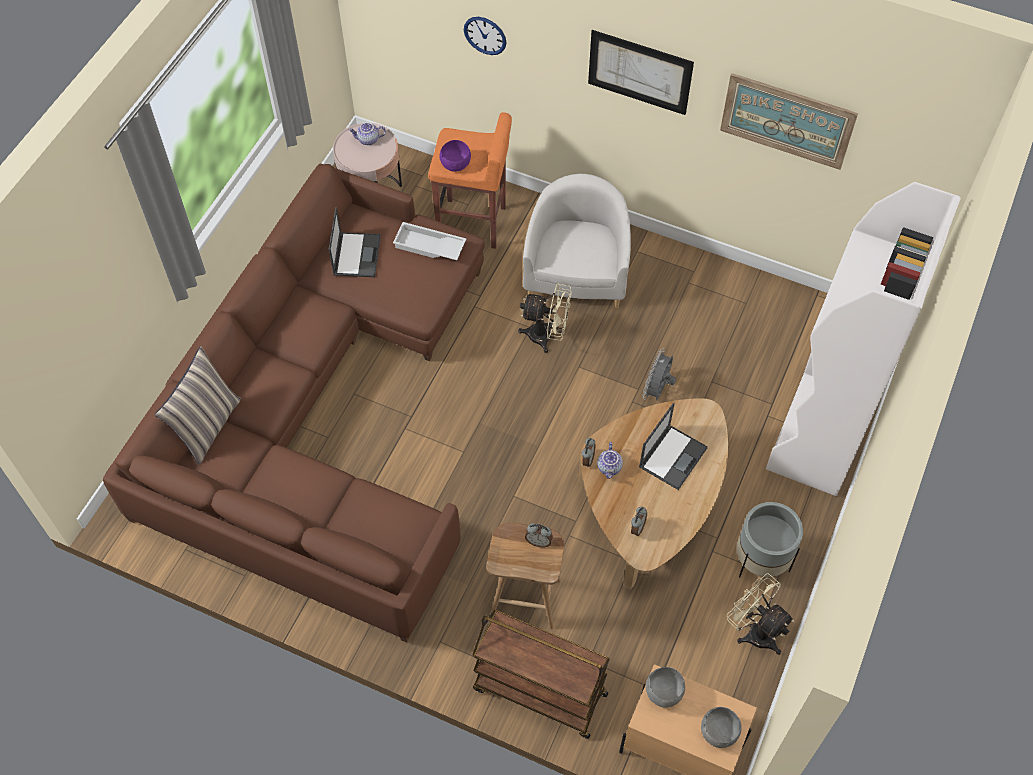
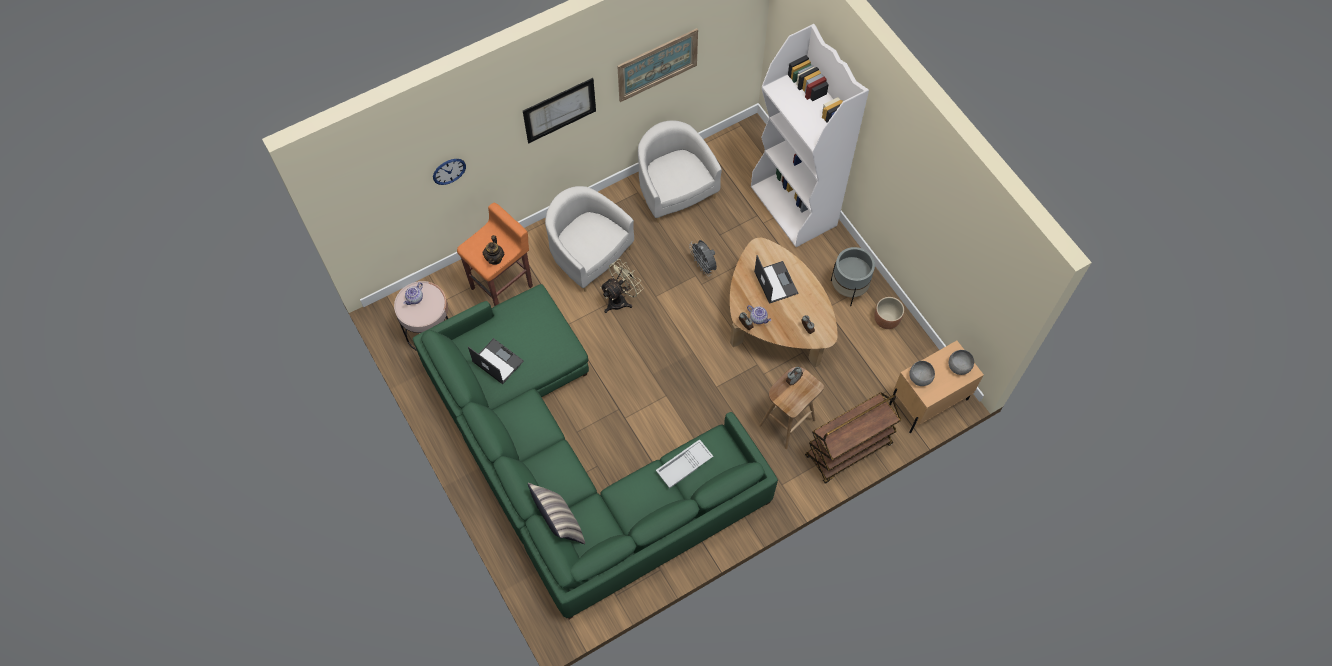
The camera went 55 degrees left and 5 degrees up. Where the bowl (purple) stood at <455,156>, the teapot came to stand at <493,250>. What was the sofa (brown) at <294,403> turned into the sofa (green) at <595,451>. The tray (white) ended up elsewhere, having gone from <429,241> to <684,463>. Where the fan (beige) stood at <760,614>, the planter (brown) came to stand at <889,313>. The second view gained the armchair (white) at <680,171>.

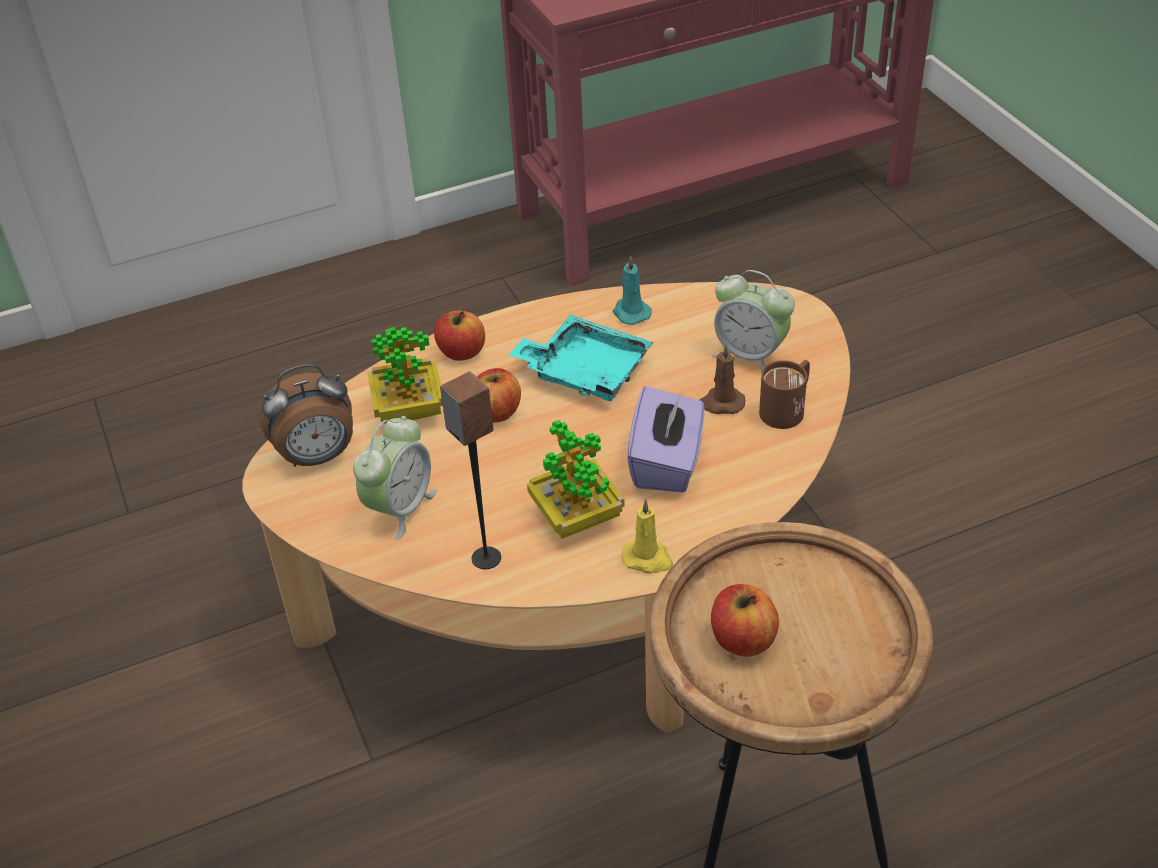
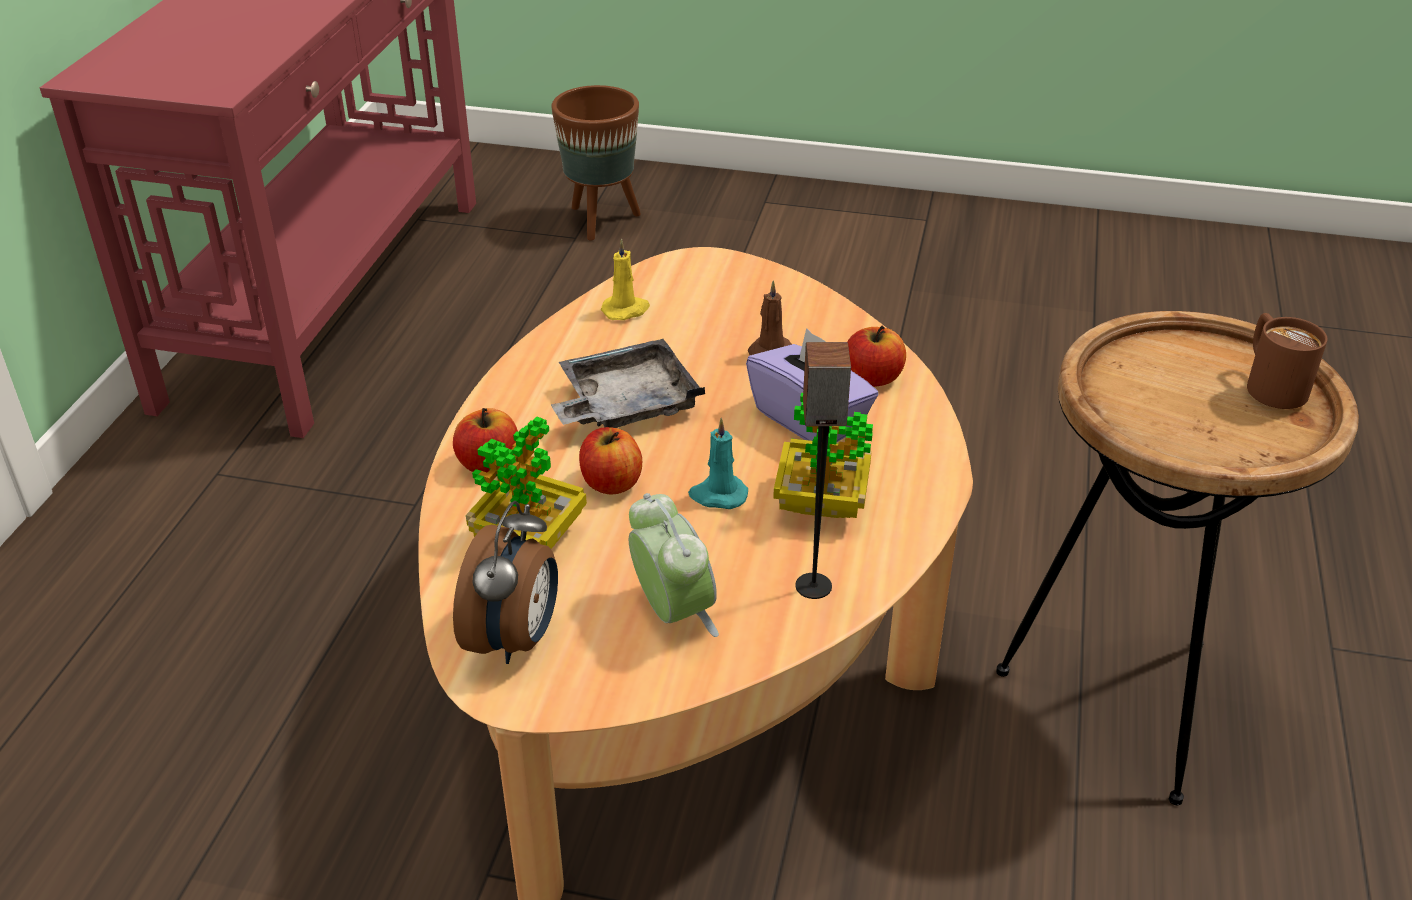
The camera went 55 degrees left and 5 degrees down. The candle (turquoise) ended up elsewhere, having gone from <632,290> to <718,463>. The second view lost the alarm clock at <753,321>. What was the tray (turquoise) at <581,358> turned into the tray (grey) at <628,383>. The mug (brown) ended up elsewhere, having gone from <784,394> to <1287,361>. The candle (yellow) ended up elsewhere, having gone from <647,536> to <625,279>. The apple ended up elsewhere, having gone from <745,620> to <876,356>. The second view gained the planter (brown) at <596,163>.

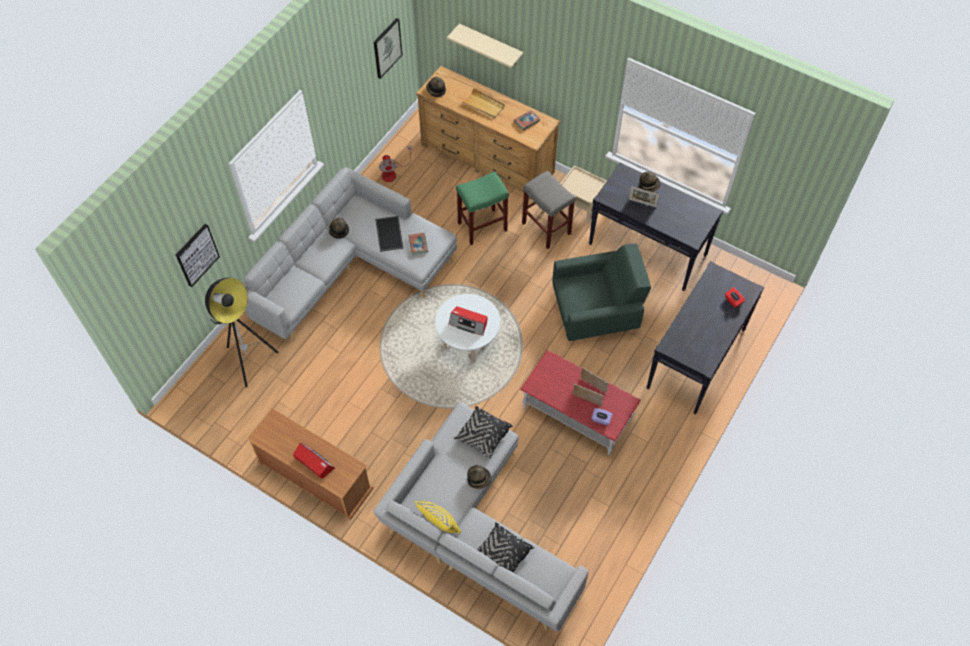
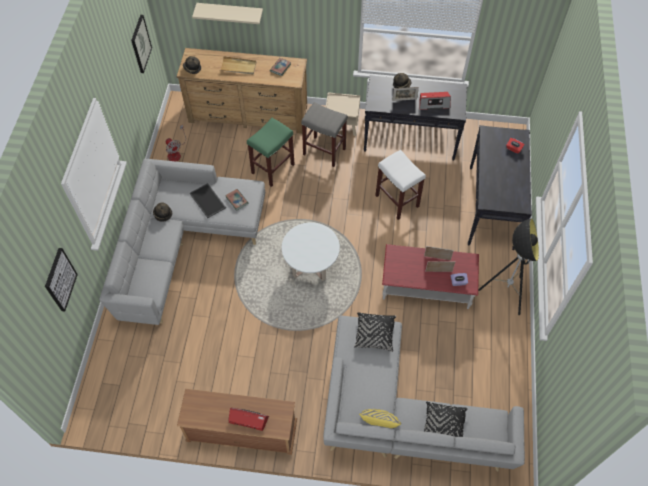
The camera went 25 degrees left and 0 degrees up. Where the armchair (green) stood at <601,292>, the stool (white) came to stand at <400,185>. The floor lamp ended up elsewhere, having gone from <241,333> to <508,267>. The radio ended up elsewhere, having gone from <468,321> to <435,101>. The second view lost the hat at <479,477>.

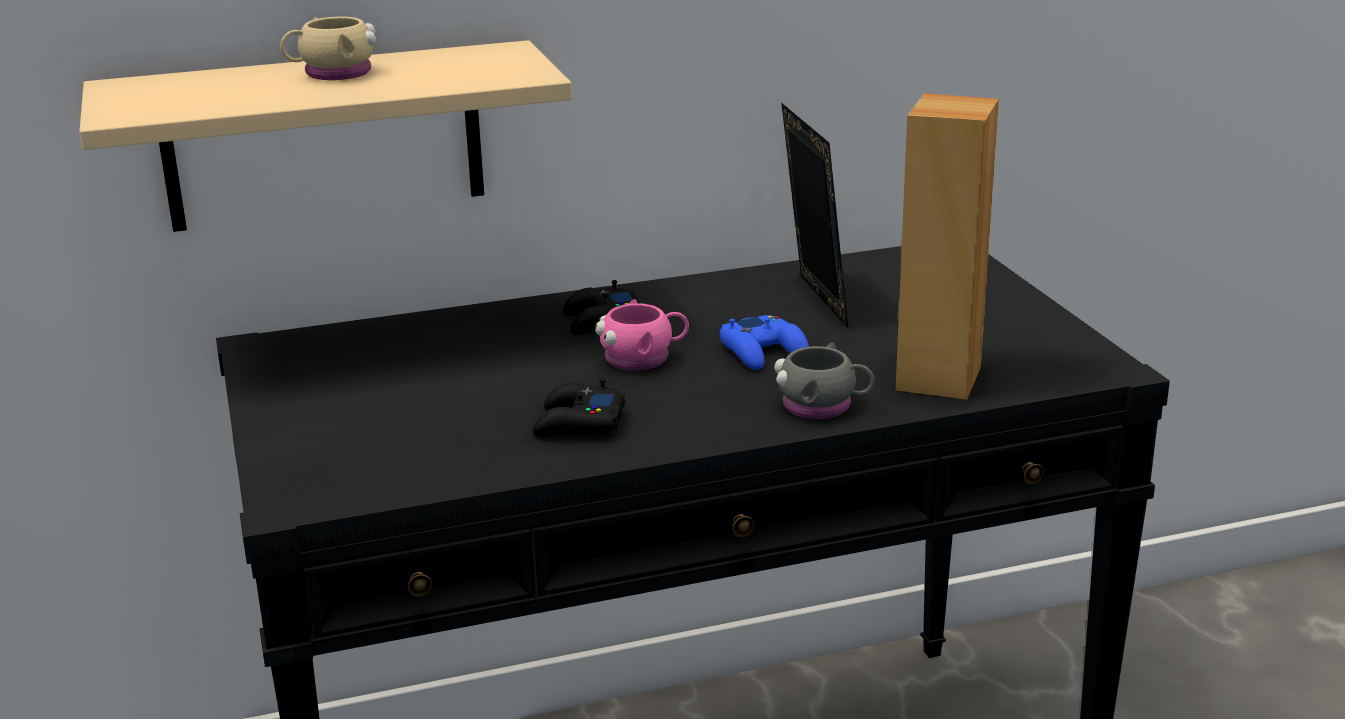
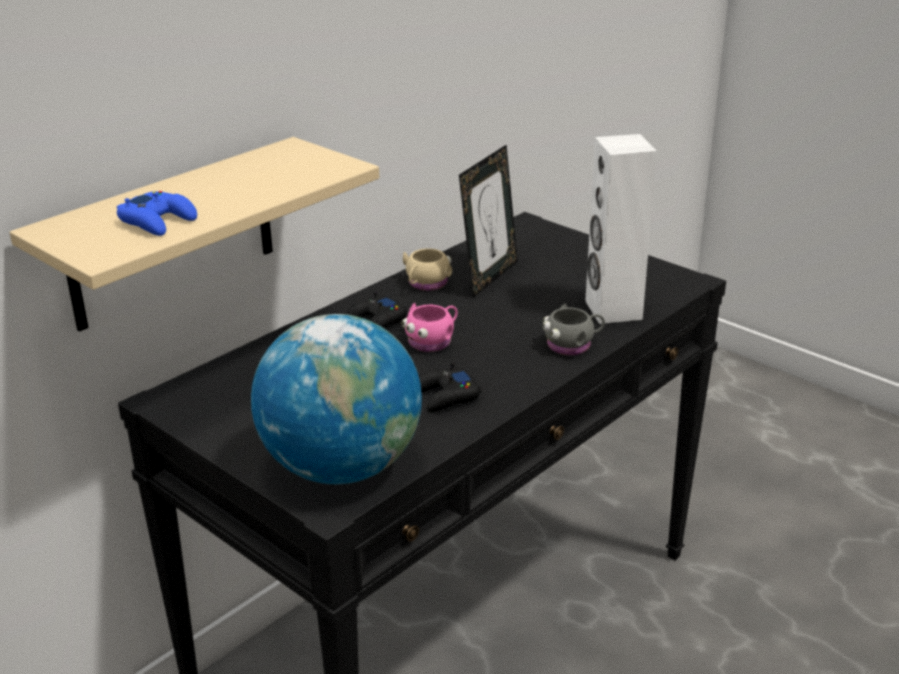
The camera went 30 degrees left and 5 degrees up. The mug (beige) ended up elsewhere, having gone from <328,48> to <427,269>. What was the speaker (brown) at <947,247> turned into the speaker (white) at <621,229>. The picture frame at <814,215> ended up facing another way, 75 degrees clockwise from before. The game controller (blue) ended up elsewhere, having gone from <764,342> to <157,213>. The second view gained the globe at <336,399>.

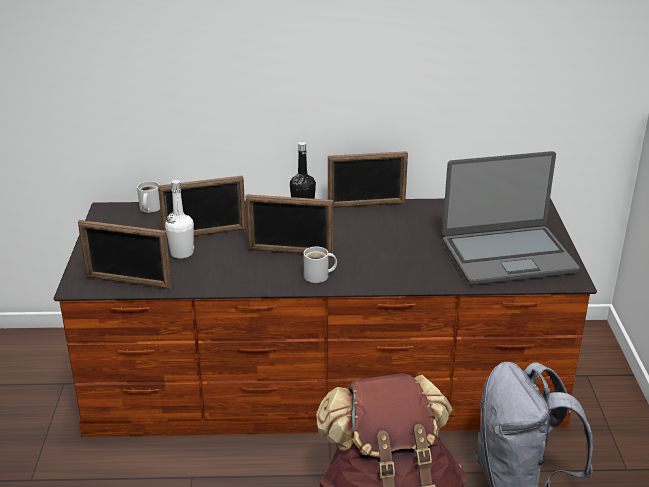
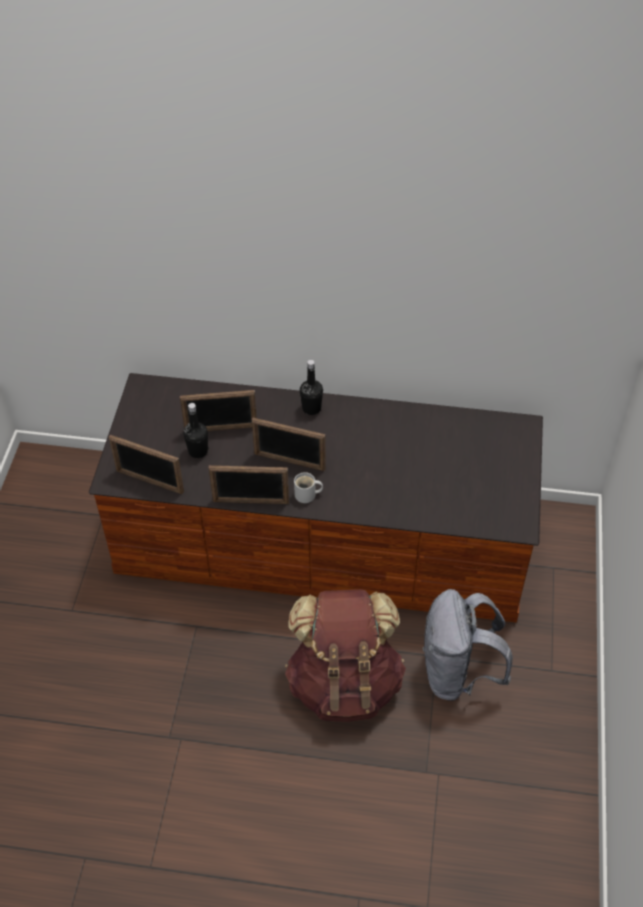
The camera went 10 degrees right and 20 degrees up. The picture frame ended up elsewhere, having gone from <368,179> to <249,484>. The second view lost the laptop at <511,218>. What was the bottle (white) at <179,219> turned into the bottle (black) at <196,430>. The second view lost the mug (white) at <148,197>.

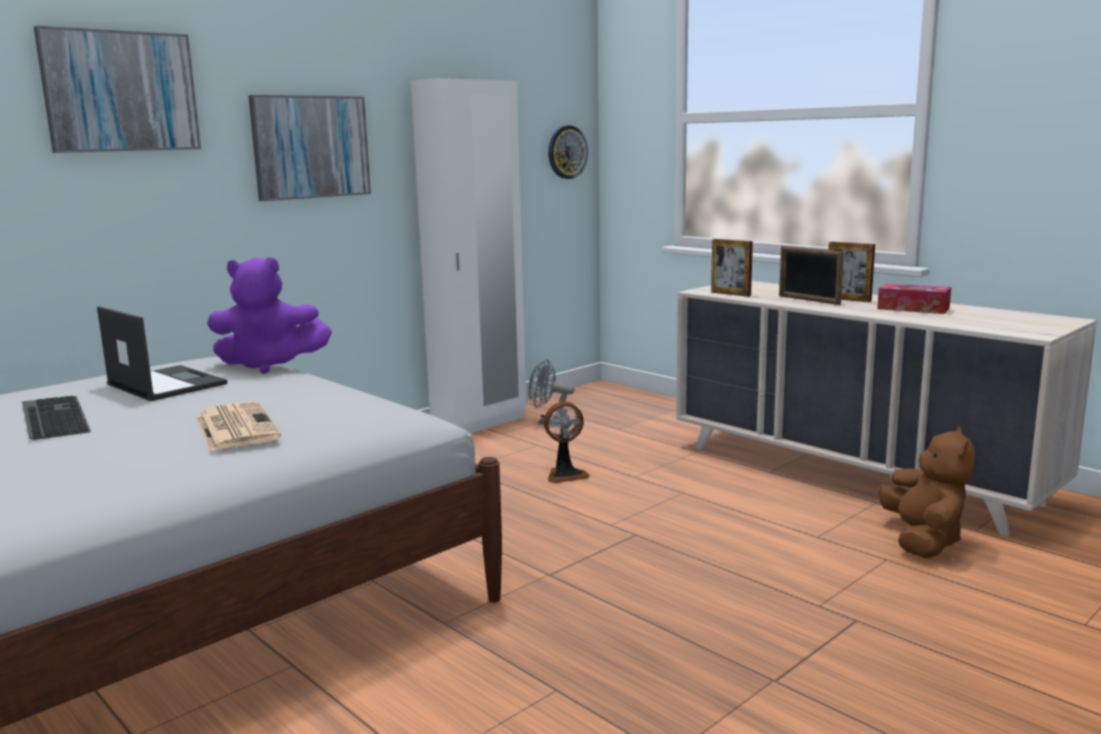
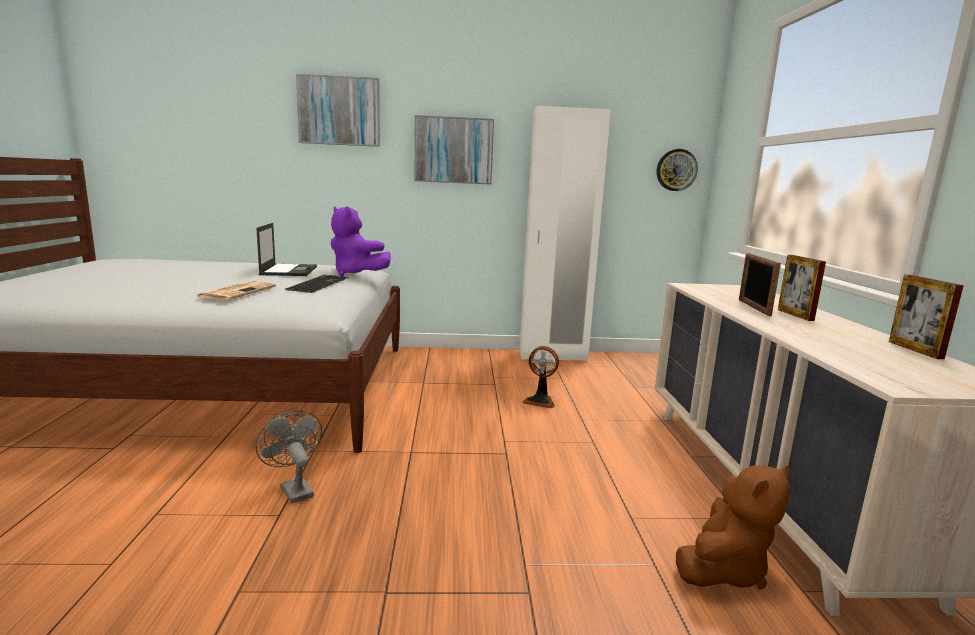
The camera went 40 degrees right and 0 degrees up. The picture frame ended up elsewhere, having gone from <732,268> to <926,317>. The second view lost the tissue box at <914,298>. The fan (grey) ended up elsewhere, having gone from <551,391> to <288,456>. The keyboard ended up elsewhere, having gone from <56,418> to <316,284>.

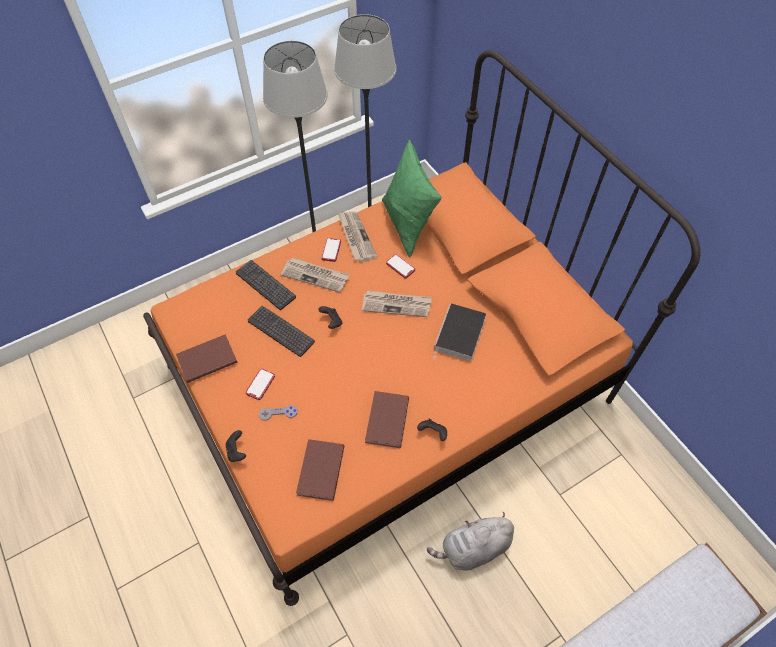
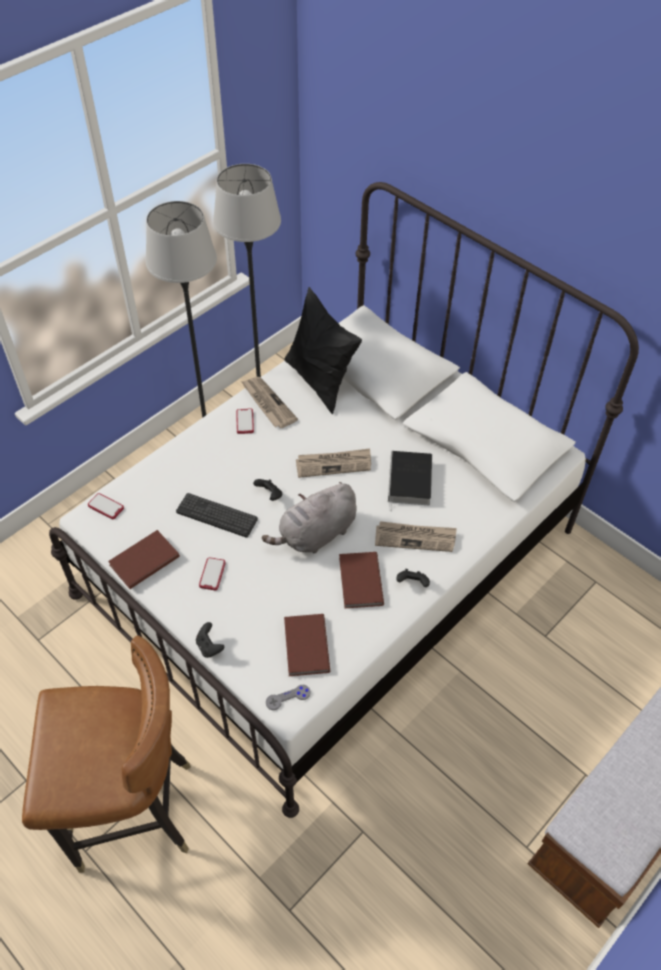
The camera went 15 degrees left and 5 degrees down. What was the bed (orange) at <422,328> turned into the bed (white) at <344,500>. What was the pillow (green) at <412,198> turned into the pillow (black) at <323,350>. The phone ended up elsewhere, having gone from <400,266> to <106,506>. The newspaper ended up elsewhere, having gone from <315,275> to <416,536>. The second view lost the keyboard at <266,285>. The game controller (grey) ended up elsewhere, having gone from <278,413> to <288,697>. The plush toy (grey) ended up elsewhere, having gone from <470,541> to <309,517>. The second view gained the chair (brown) at <106,754>.

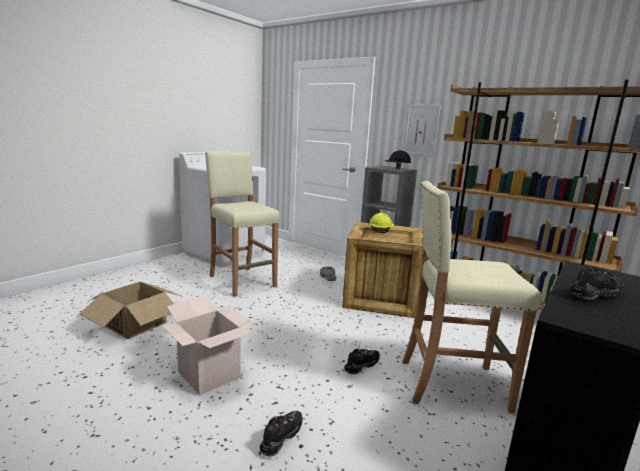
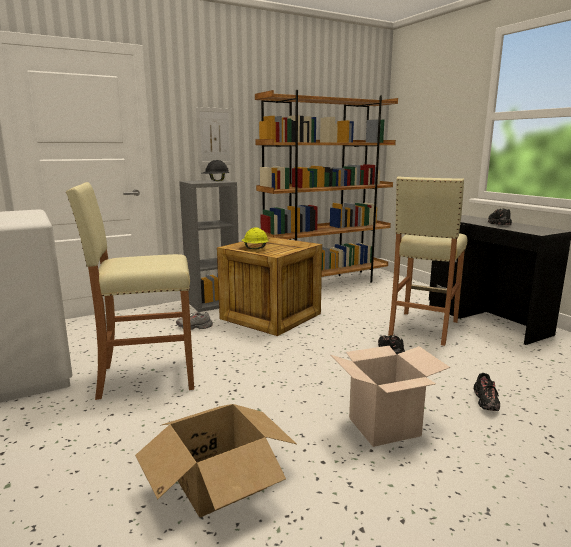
The camera went 65 degrees left and 0 degrees up. The shoe (black) at <281,434> ended up facing another way, 135 degrees counterclockwise from before.

